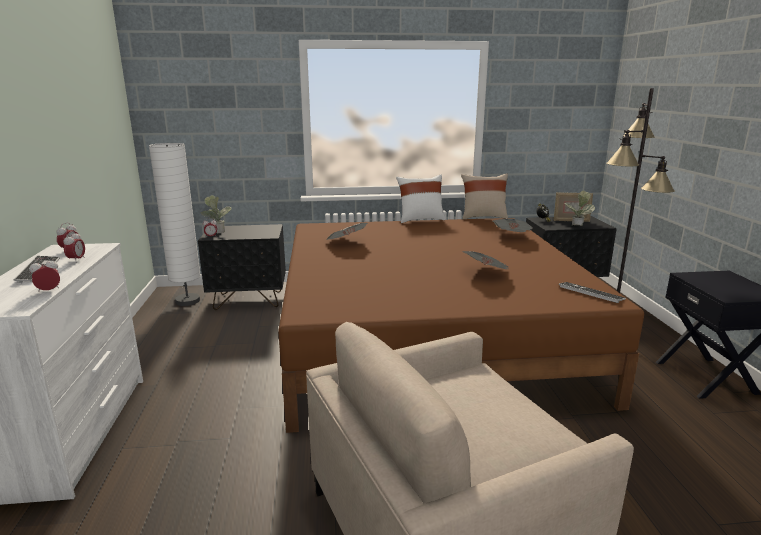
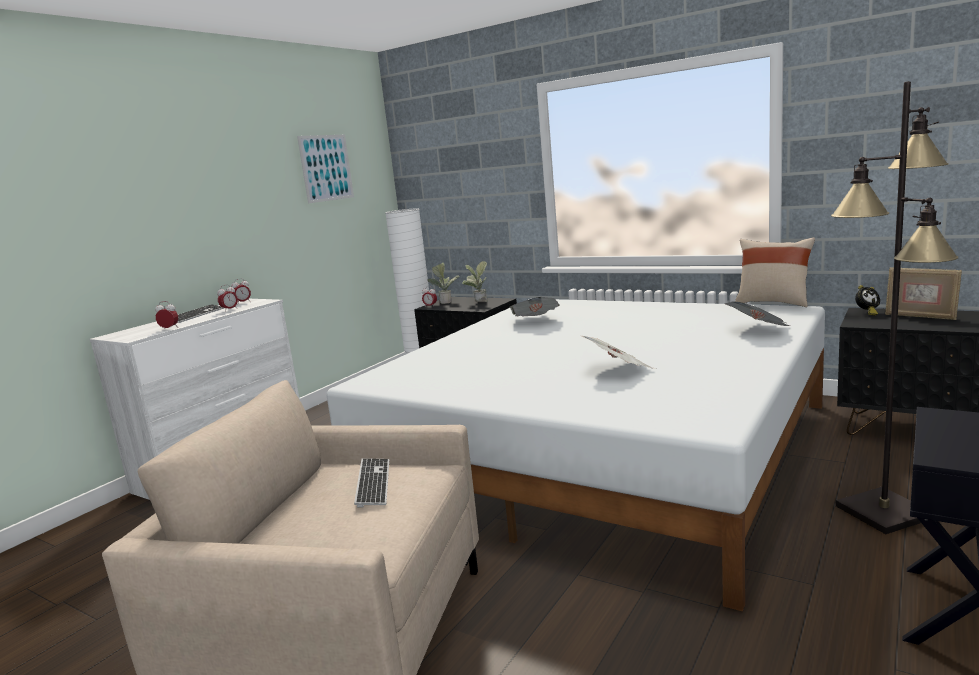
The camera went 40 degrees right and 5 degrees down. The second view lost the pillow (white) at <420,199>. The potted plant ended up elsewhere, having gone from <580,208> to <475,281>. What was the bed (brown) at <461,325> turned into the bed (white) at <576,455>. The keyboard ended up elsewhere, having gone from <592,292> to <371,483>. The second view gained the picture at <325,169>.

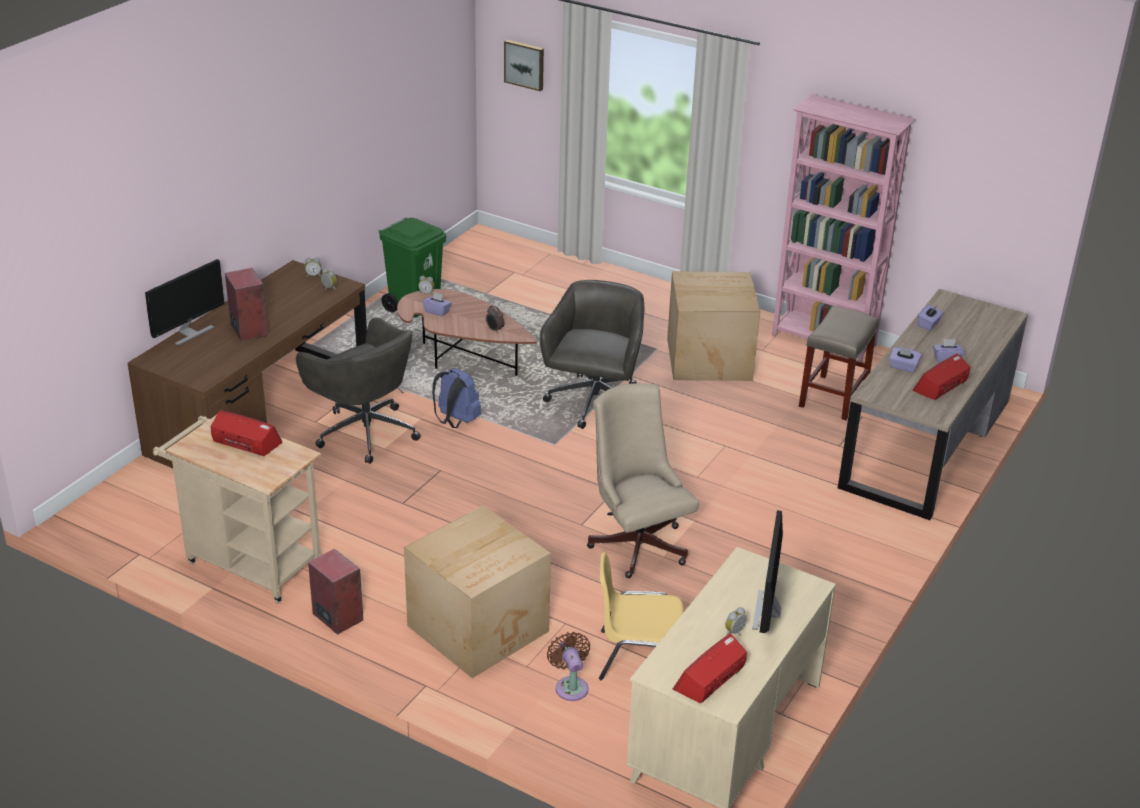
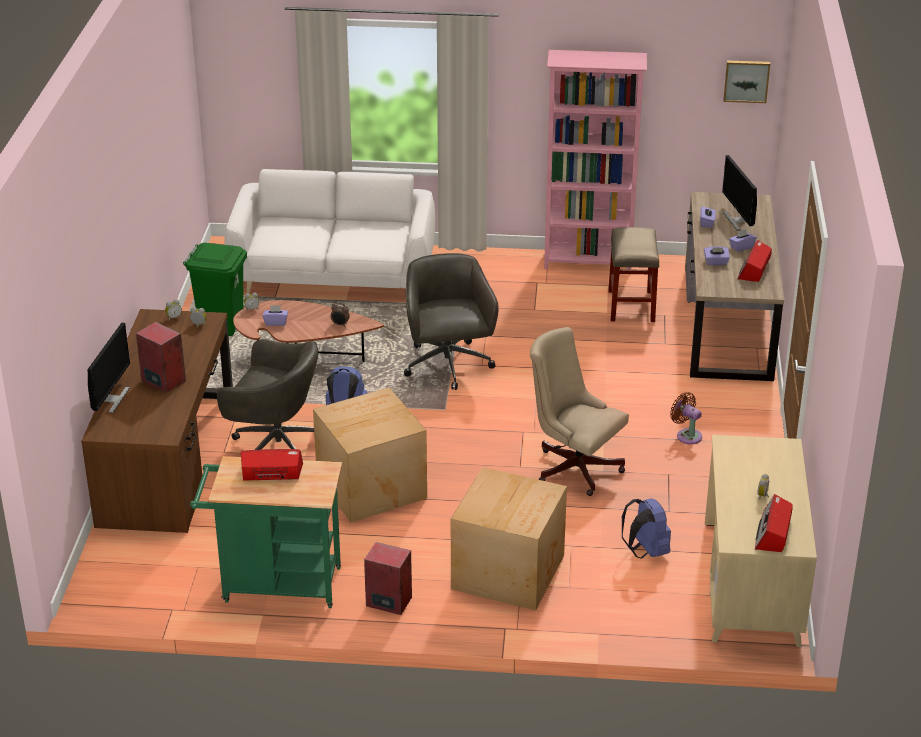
The camera went 25 degrees left and 0 degrees up. The picture ended up elsewhere, having gone from <524,65> to <746,81>. The cardboard box ended up elsewhere, having gone from <713,326> to <370,454>. What was the cart (beige) at <237,509> turned into the cart (green) at <266,532>. The monitor ended up elsewhere, having gone from <767,571> to <739,193>. Where the chair (yellow) stood at <641,616>, the backpack (blue) came to stand at <646,528>. The fan (brown) ended up elsewhere, having gone from <568,666> to <686,418>. The second view gained the sofa (white) at <329,231>.

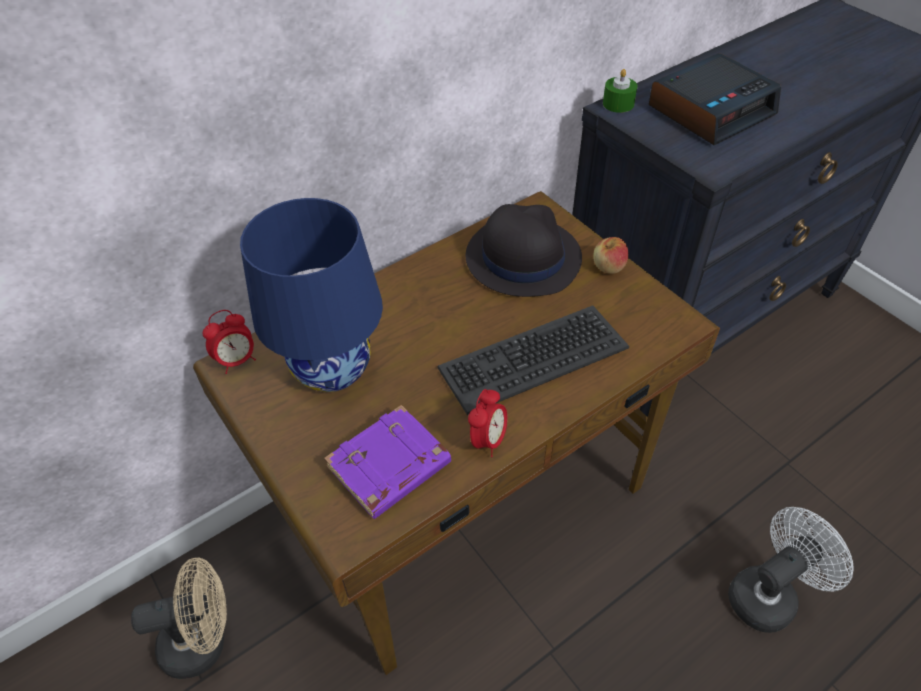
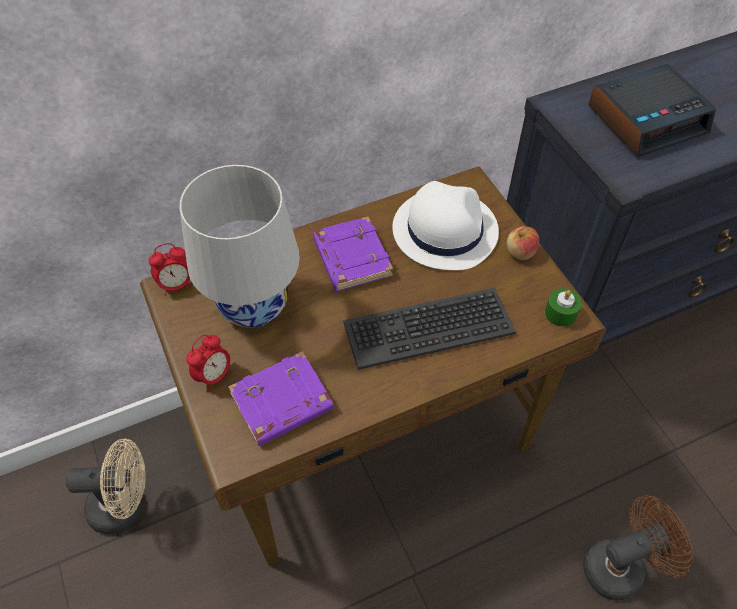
The camera went 10 degrees right and 5 degrees up. The candle (green) ended up elsewhere, having gone from <620,91> to <563,307>. What was the table lamp (blue) at <311,295> turned into the table lamp (white) at <240,246>. What was the hat (black) at <524,250> turned into the hat (white) at <445,225>. The alarm clock ended up elsewhere, having gone from <487,423> to <208,363>. What was the fan (white) at <791,570> turned into the fan (brown) at <638,548>. The second view gained the book (purple) at <353,253>.

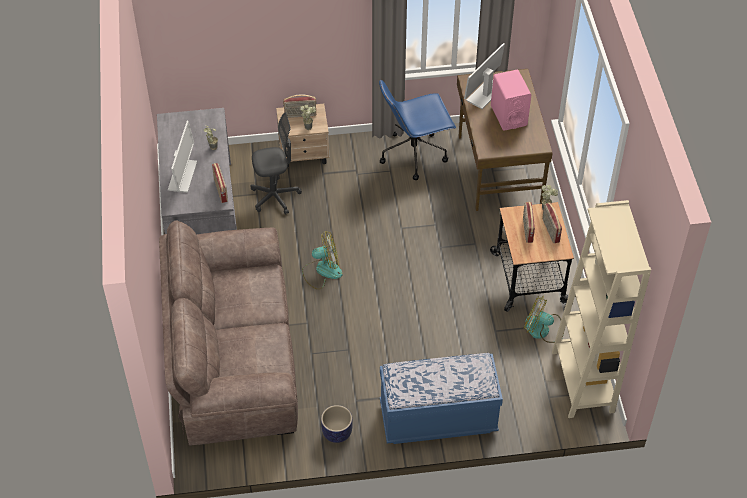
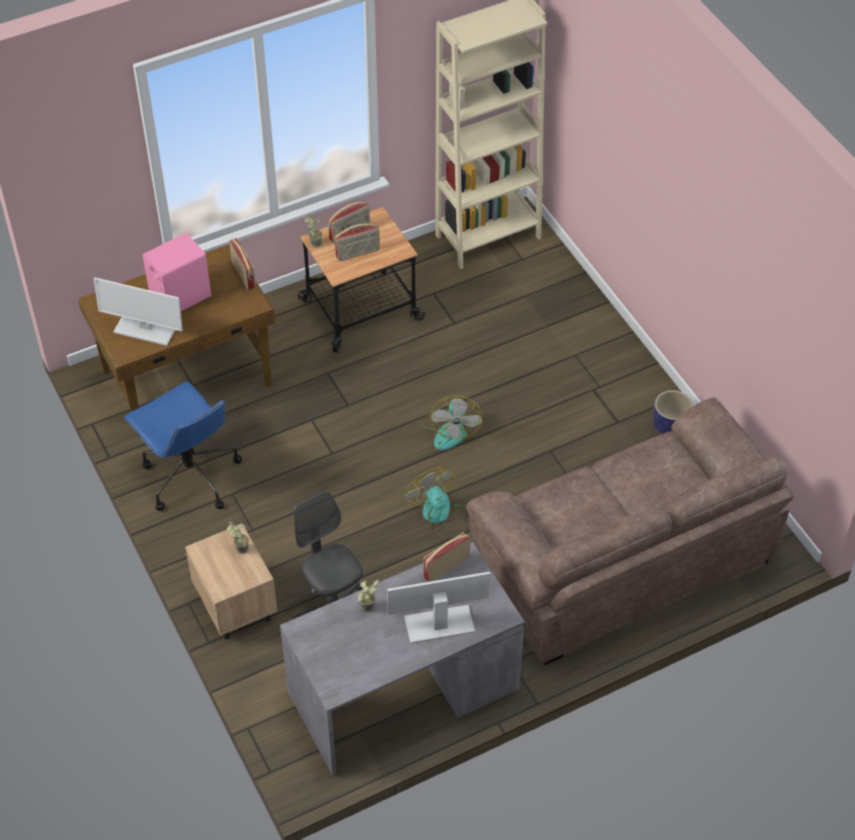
The camera went 110 degrees left and 0 degrees up. The radio ended up elsewhere, having gone from <299,106> to <242,264>. The fan ended up elsewhere, having gone from <544,319> to <451,422>. The second view lost the bench (blue) at <441,398>.

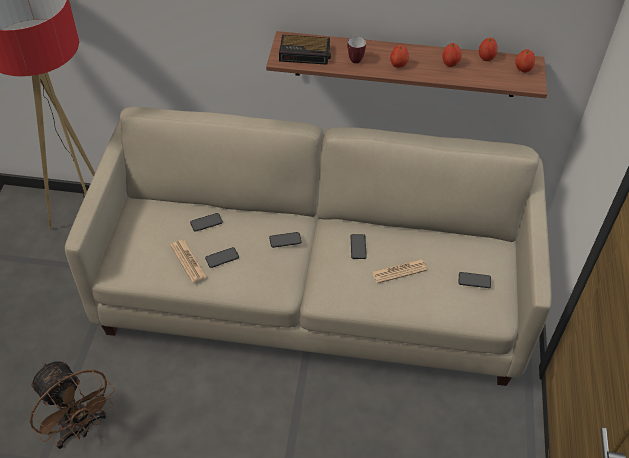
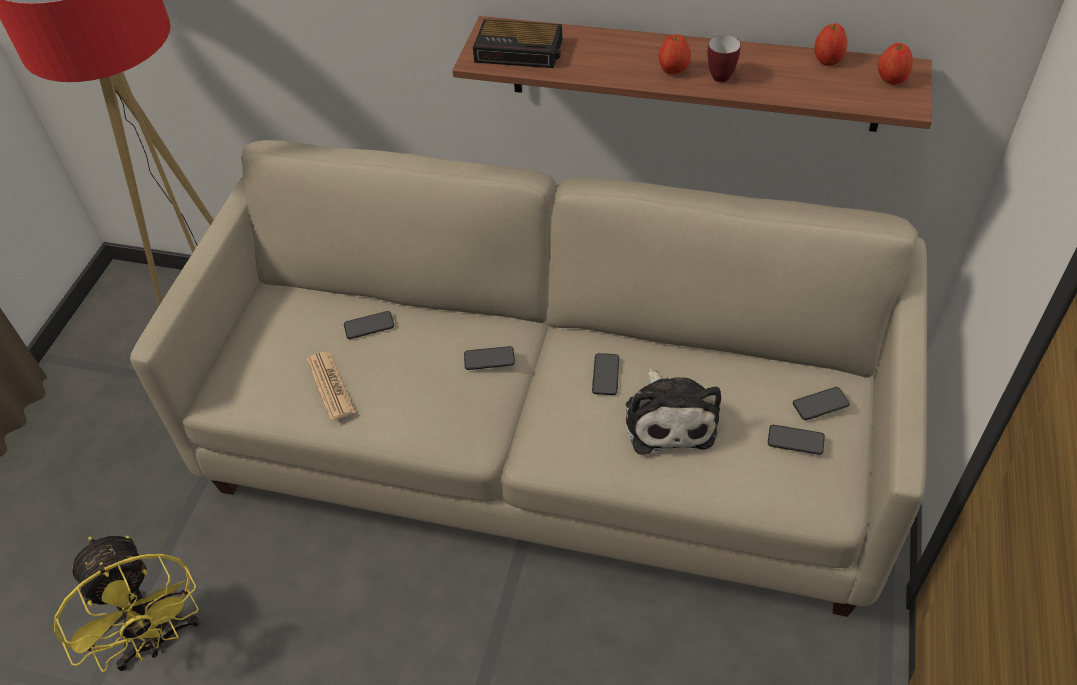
The camera went 10 degrees right and 0 degrees up. The mug ended up elsewhere, having gone from <356,50> to <724,58>. The second view lost the apple at <452,55>. The phone ended up elsewhere, having gone from <222,257> to <821,403>. Where the newspaper stood at <399,271>, the plush toy came to stand at <673,412>. What was the fan (brown) at <72,405> turned into the fan (yellow) at <127,603>.

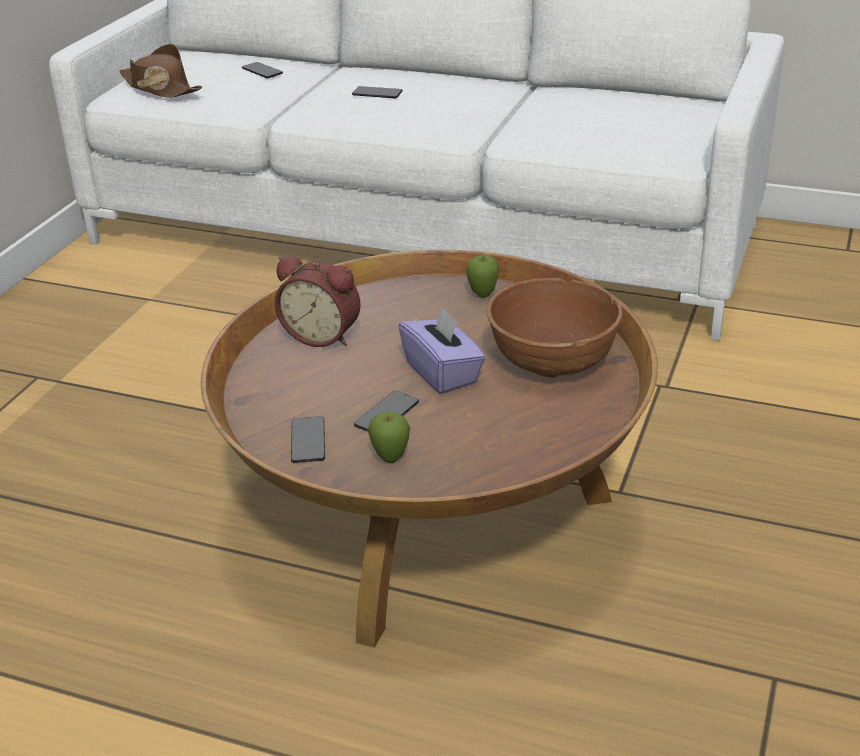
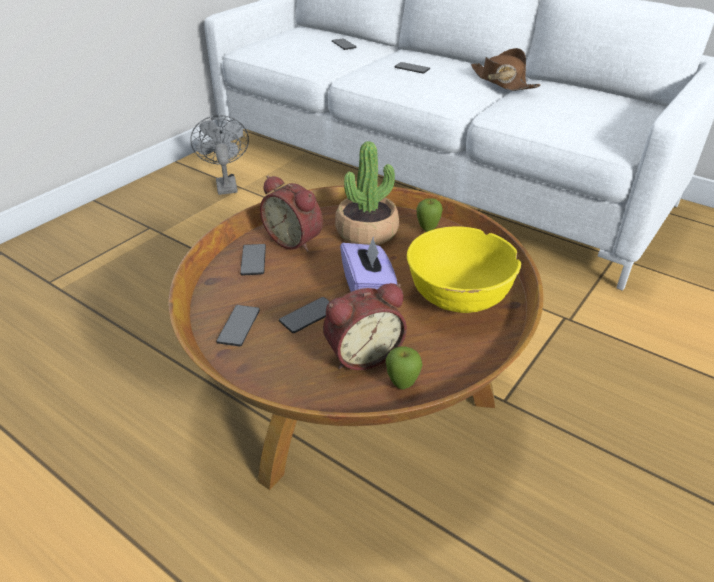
The camera went 15 degrees right and 5 degrees up. The hat (brown) ended up elsewhere, having gone from <160,71> to <506,69>. What was the bowl (brown) at <554,327> turned into the bowl (yellow) at <464,270>. The apple ended up elsewhere, having gone from <389,437> to <404,368>. The second view gained the fan (grey) at <219,155>. The second view gained the potted plant at <367,193>. The second view gained the phone at <253,260>. The second view gained the alarm clock at <365,326>.

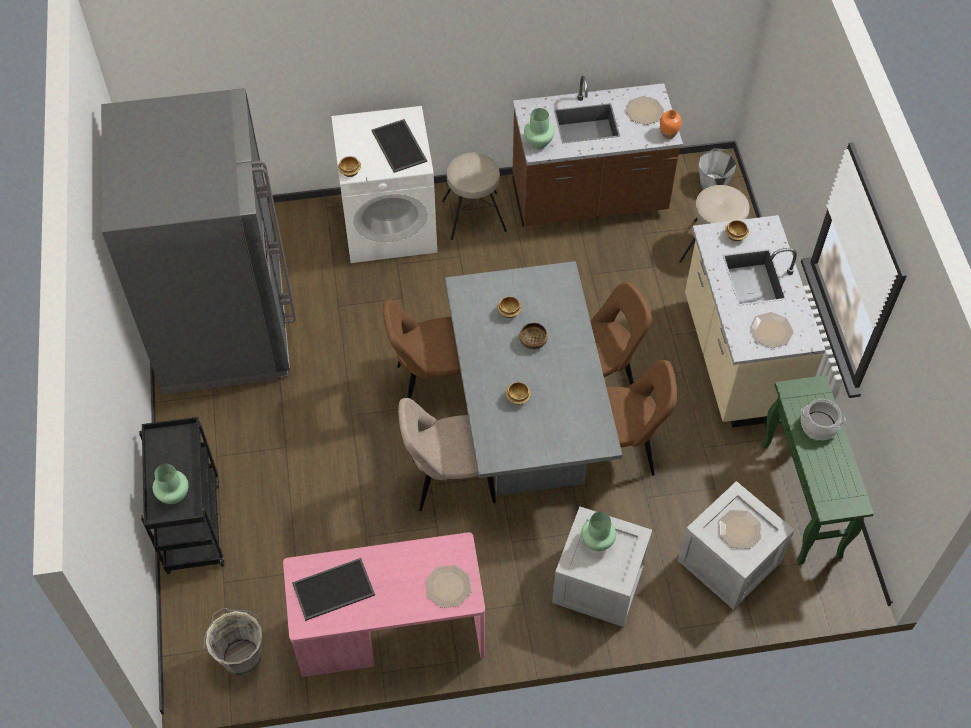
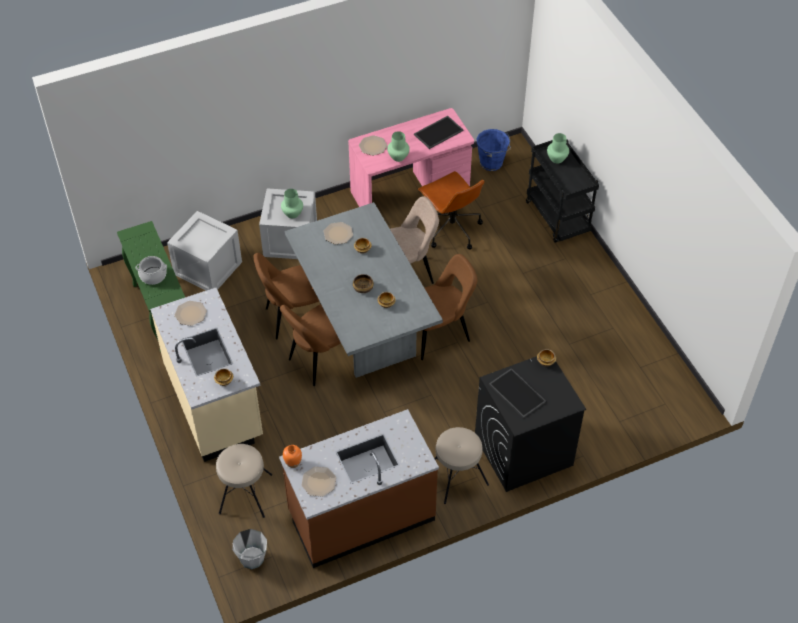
The camera went 165 degrees right and 5 degrees down. The second view lost the fridge (grey) at <198,241>. What was the washing machine (white) at <384,184> turned into the washing machine (black) at <530,424>. The vase (green) ended up elsewhere, having gone from <539,128> to <398,146>. The plate ended up elsewhere, having gone from <740,529> to <338,233>. What was the bucket (grey) at <233,642> turned into the bucket (blue) at <493,150>. The second view gained the office chair (brown) at <451,210>.

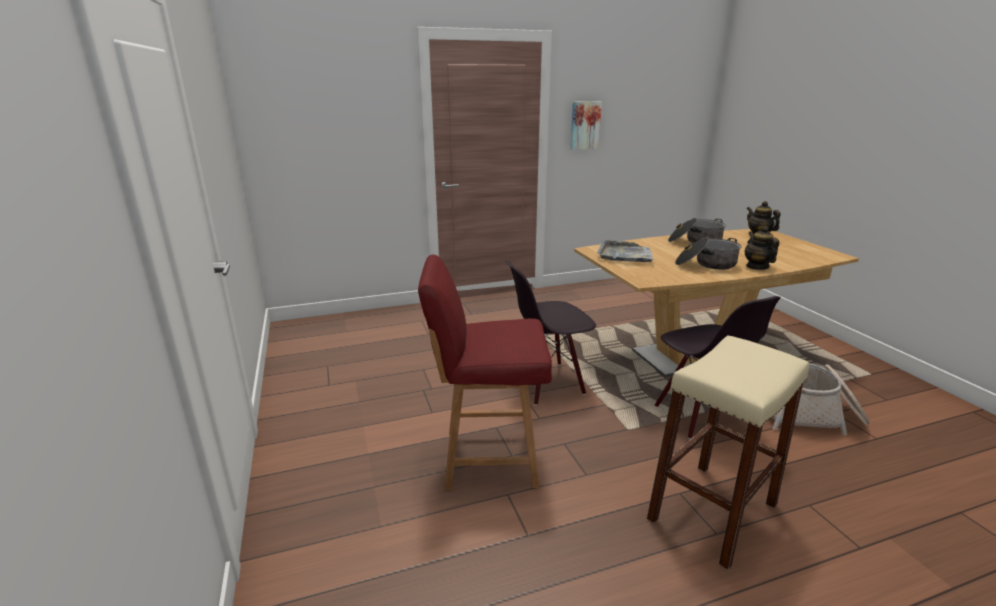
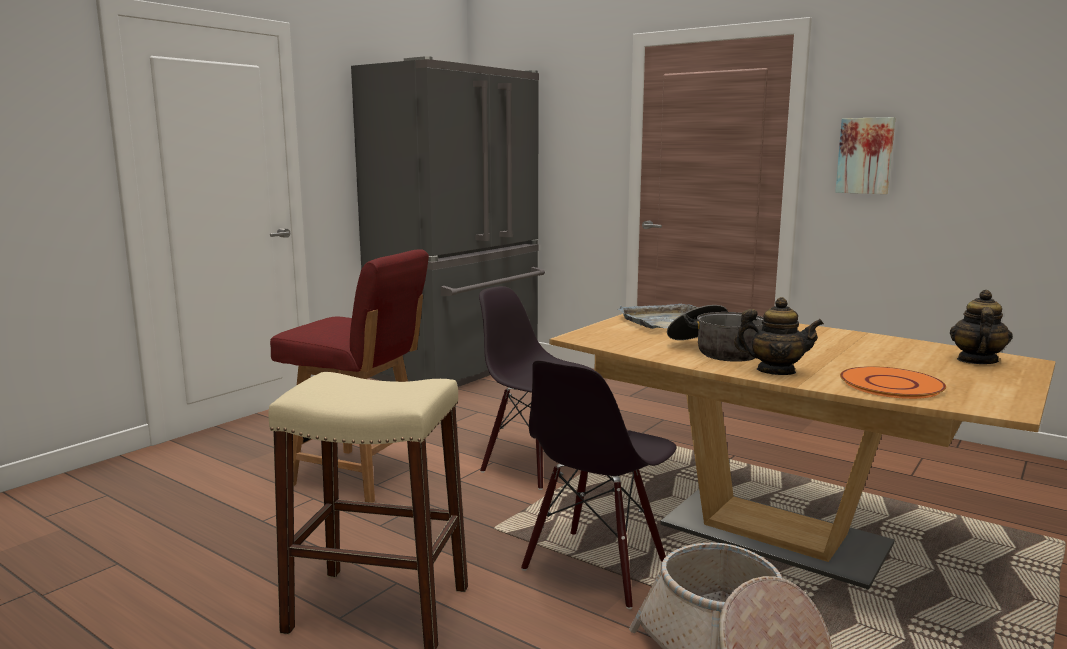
The camera went 55 degrees right and 10 degrees down. The second view lost the cooking pot at <697,230>. The teapot at <762,248> ended up facing another way, 60 degrees clockwise from before. The chair (red) at <485,372> ended up facing another way, 150 degrees clockwise from before. The second view gained the fridge (grey) at <448,221>. The second view gained the plate (orange) at <893,382>.

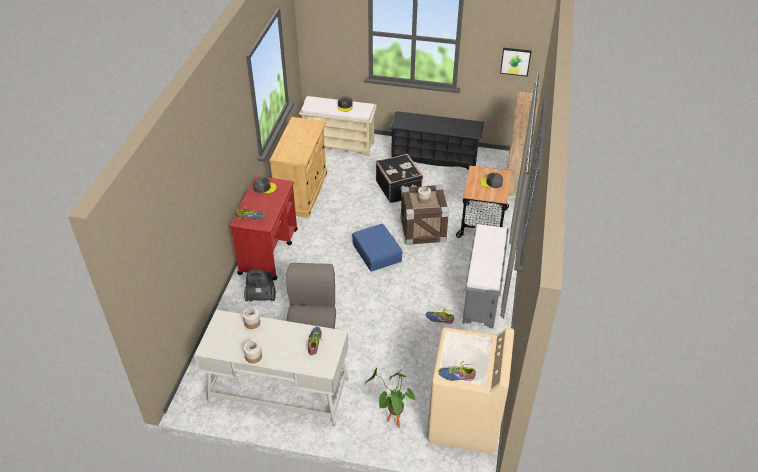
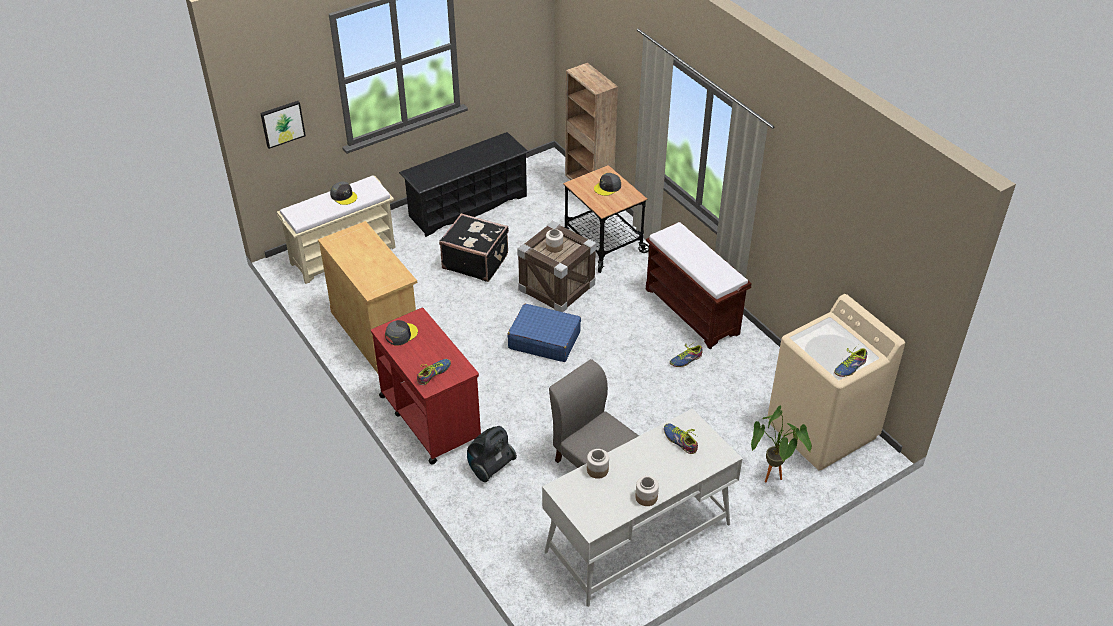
The camera went 45 degrees left and 0 degrees up. The picture ended up elsewhere, having gone from <515,62> to <283,125>. What was the bench (grey) at <486,276> turned into the bench (brown) at <699,285>.

